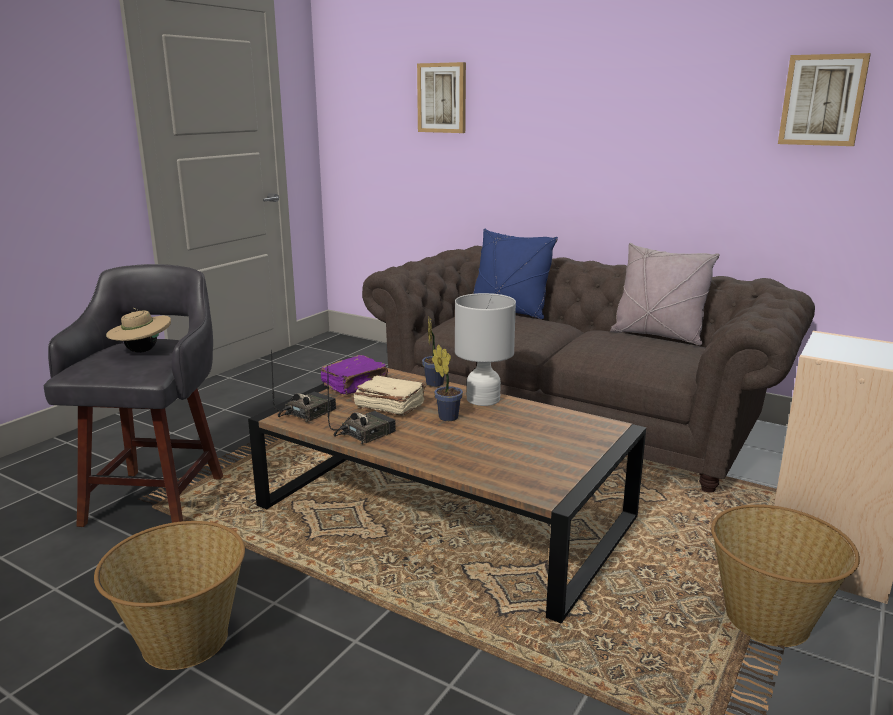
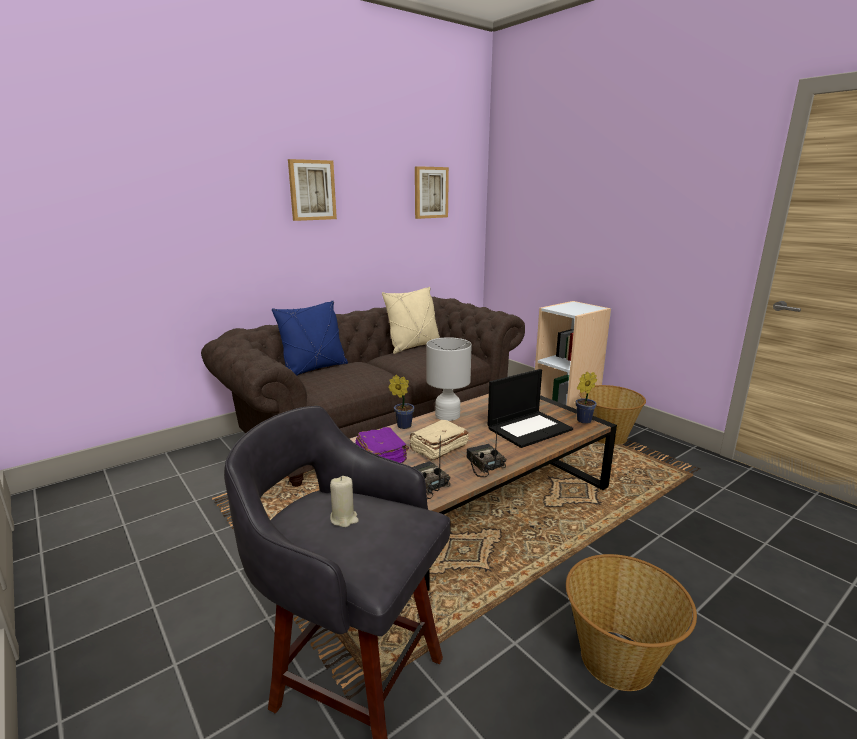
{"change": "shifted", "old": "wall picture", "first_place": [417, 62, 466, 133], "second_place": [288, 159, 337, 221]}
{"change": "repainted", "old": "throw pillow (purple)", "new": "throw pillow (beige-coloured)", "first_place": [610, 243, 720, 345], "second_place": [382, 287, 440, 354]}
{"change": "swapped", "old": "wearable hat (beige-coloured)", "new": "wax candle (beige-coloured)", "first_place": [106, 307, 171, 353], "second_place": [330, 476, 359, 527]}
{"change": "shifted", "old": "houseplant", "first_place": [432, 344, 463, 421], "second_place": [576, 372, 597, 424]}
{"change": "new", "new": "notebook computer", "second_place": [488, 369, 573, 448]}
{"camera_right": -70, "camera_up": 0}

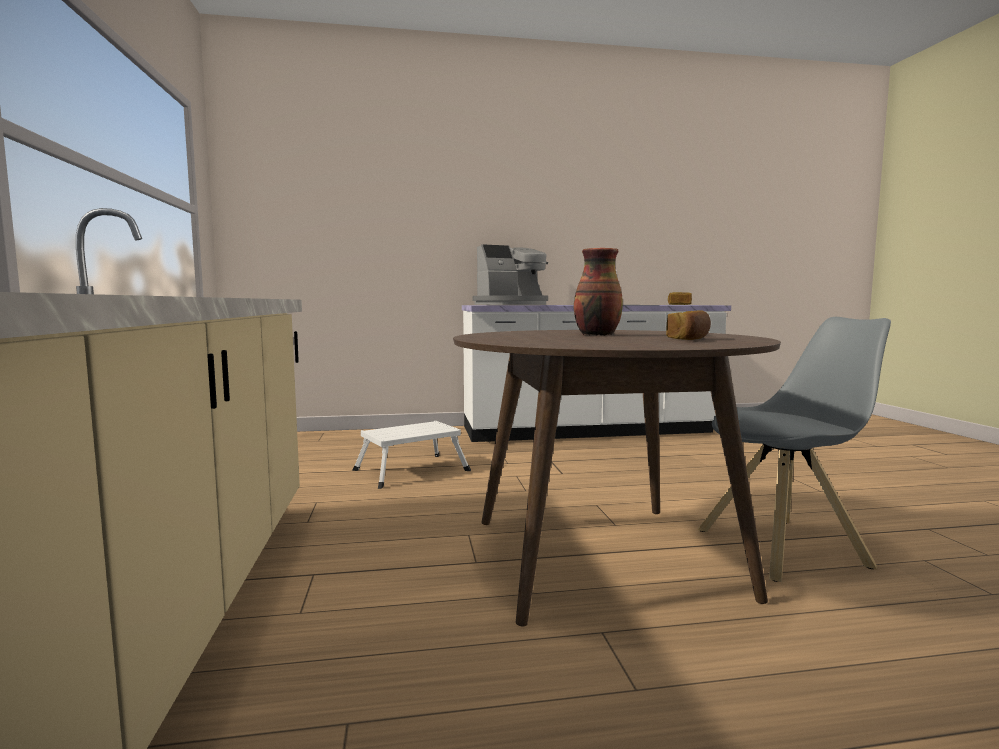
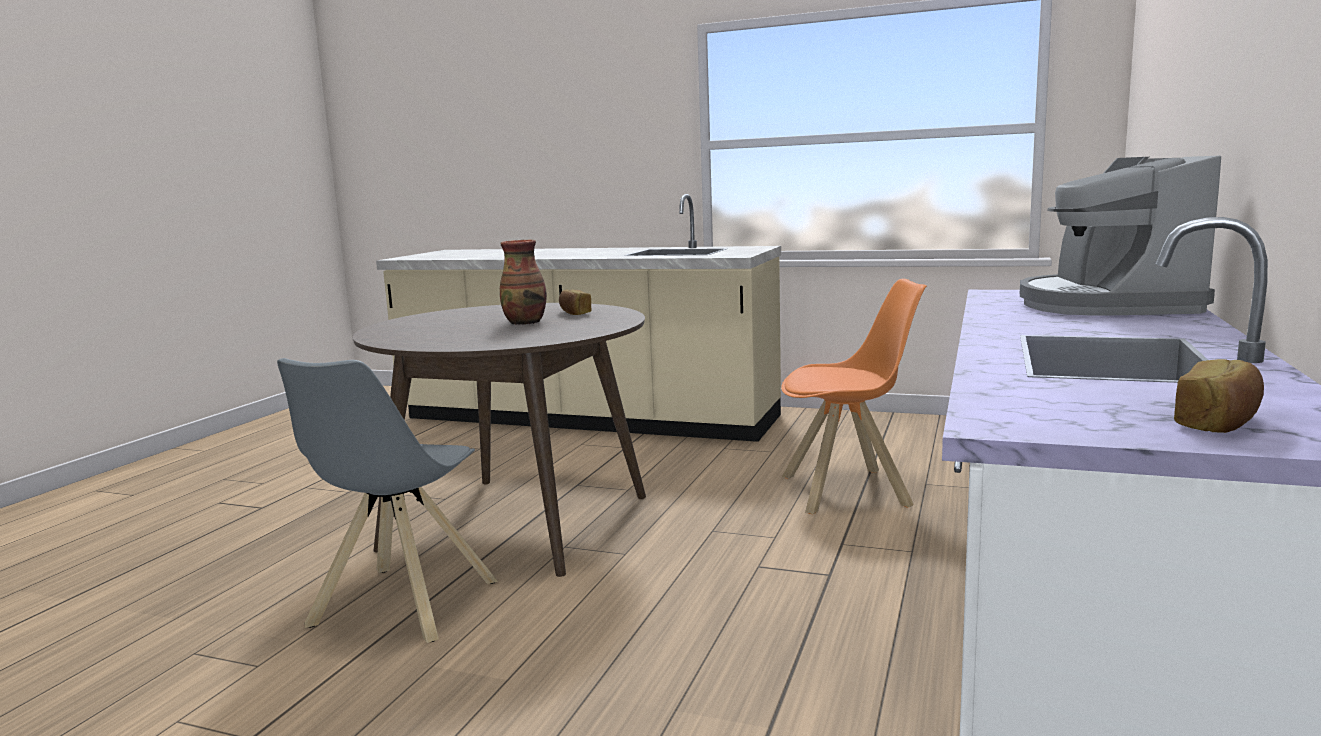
{"change": "shifted", "old": "bread", "first_place": [666, 310, 711, 340], "second_place": [559, 289, 592, 315]}
{"change": "swapped", "old": "step stool (white)", "new": "plain chair (orange)", "first_place": [352, 421, 471, 489], "second_place": [781, 279, 927, 514]}
{"camera_right": 120, "camera_up": 5}

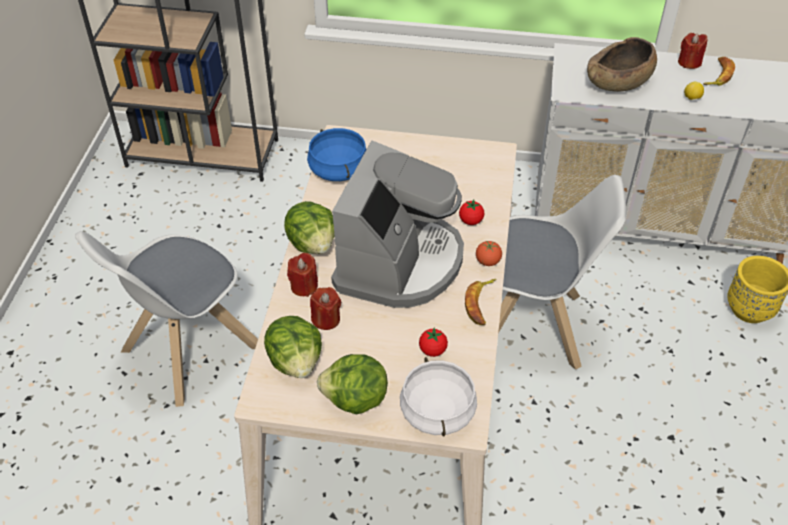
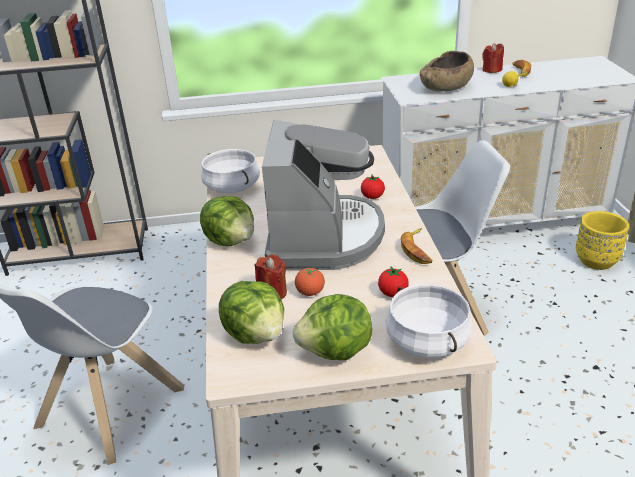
{"change": "repainted", "old": "saucepot (bluish)", "new": "saucepot (white)", "first_place": [307, 128, 366, 181], "second_place": [201, 149, 260, 193]}
{"change": "shifted", "old": "tomato", "first_place": [476, 241, 502, 266], "second_place": [295, 267, 325, 296]}
{"change": "gone", "old": "wax candle (red)", "first_place": [287, 253, 318, 297]}
{"camera_right": -15, "camera_up": -15}

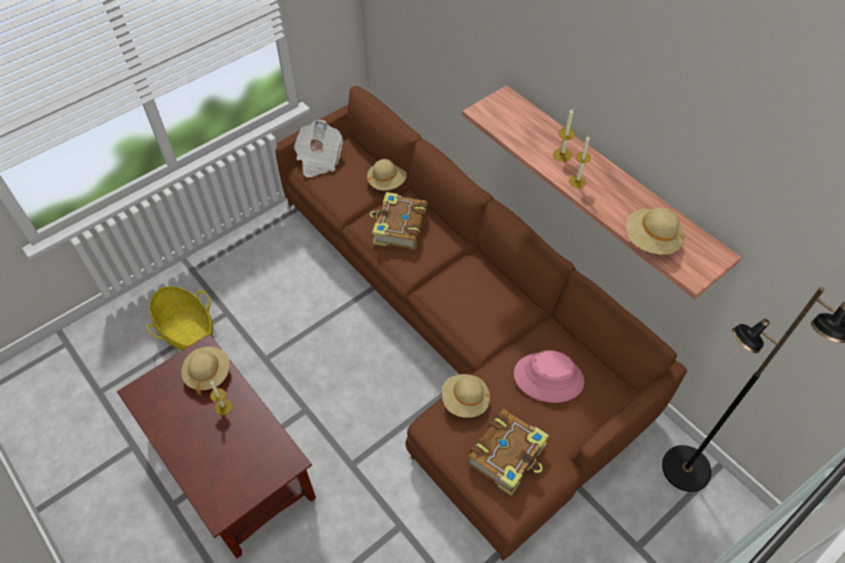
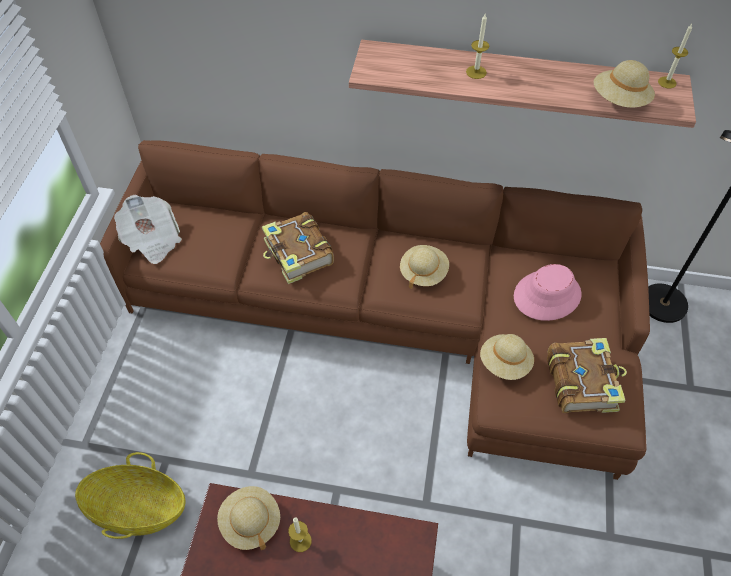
{"change": "shifted", "old": "wax candle", "first_place": [569, 136, 591, 188], "second_place": [658, 24, 692, 88]}
{"change": "shifted", "old": "wearable hat (beige-coloured)", "first_place": [367, 159, 407, 190], "second_place": [400, 245, 449, 289]}
{"camera_right": -40, "camera_up": 0}

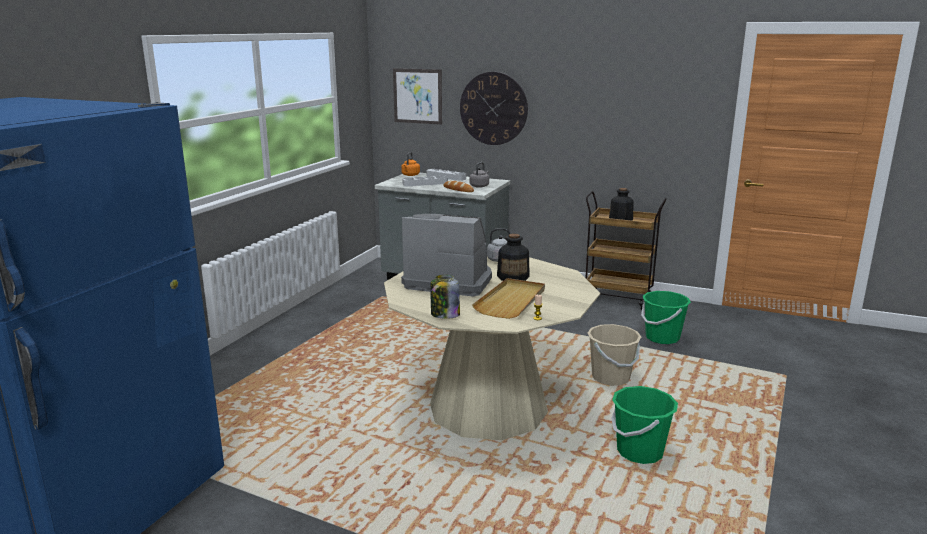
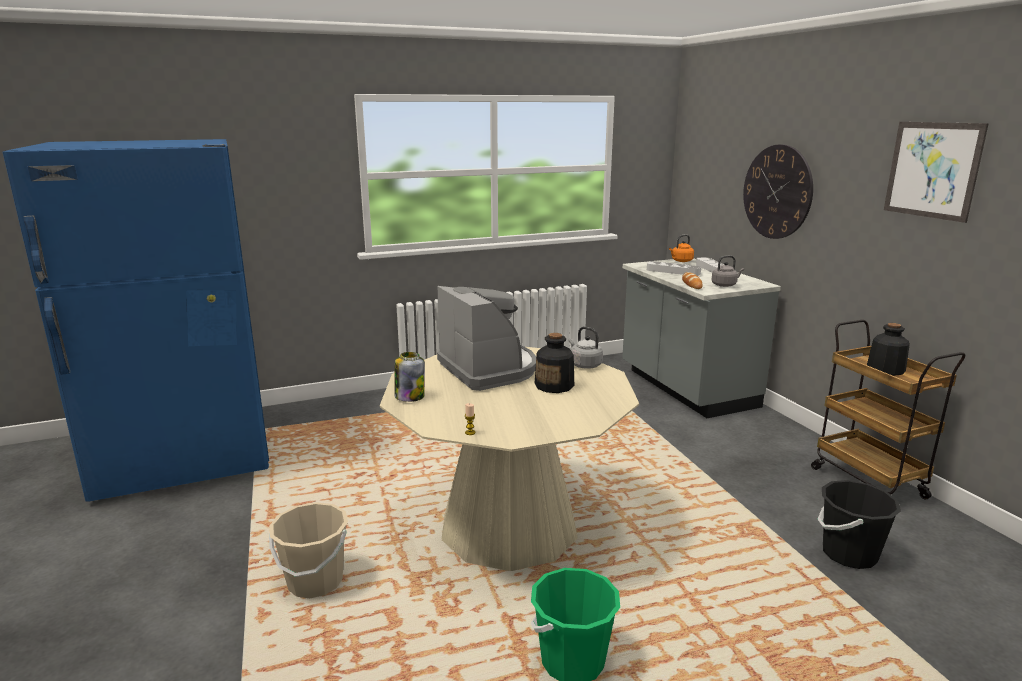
{"change": "shifted", "old": "wall picture", "first_place": [393, 68, 442, 125], "second_place": [884, 122, 989, 223]}
{"change": "gone", "old": "carrying tray (beige-coloured)", "first_place": [472, 278, 545, 319]}
{"change": "repainted", "old": "bucket (green)", "new": "bucket (blackish)", "first_place": [641, 291, 691, 344], "second_place": [818, 480, 901, 569]}
{"change": "shifted", "old": "bucket (beige-coloured)", "first_place": [588, 324, 641, 386], "second_place": [269, 502, 348, 598]}
{"camera_right": 45, "camera_up": 0}

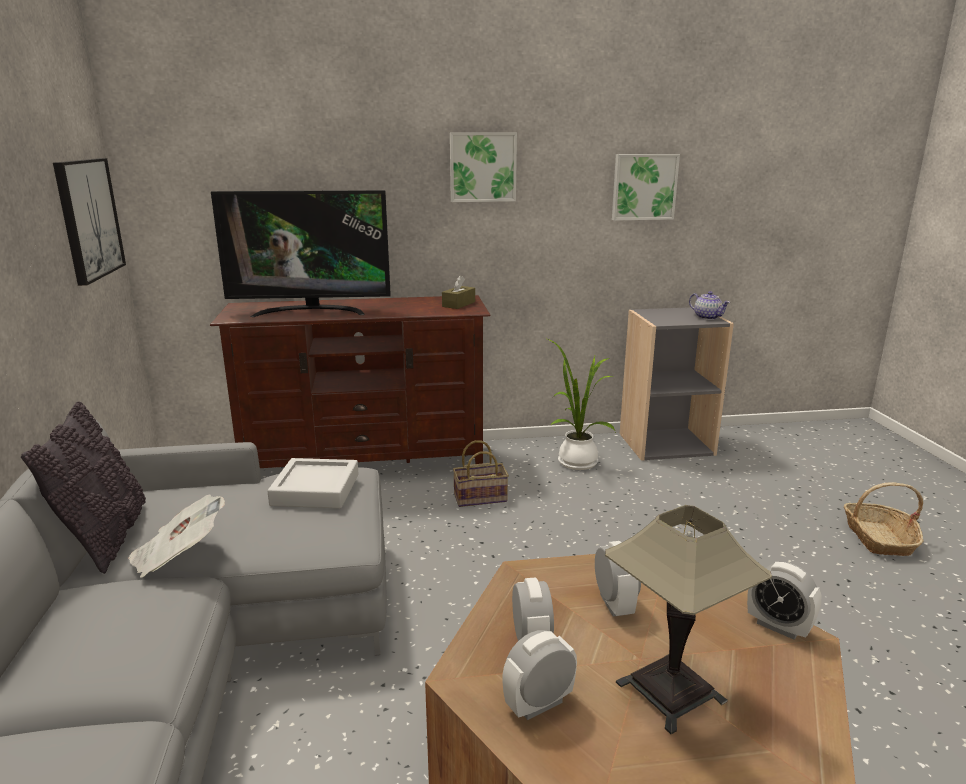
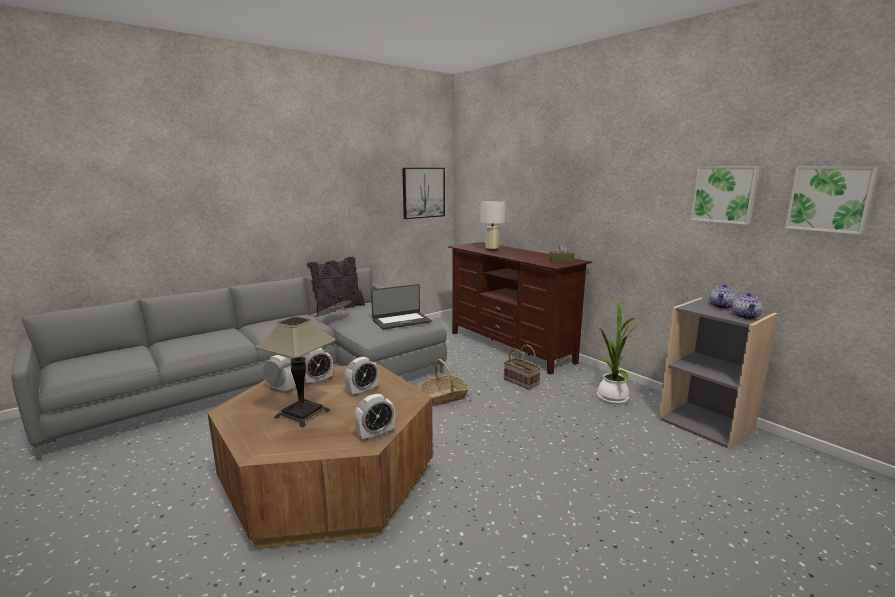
{"change": "shifted", "old": "wall picture", "first_place": [450, 133, 517, 202], "second_place": [785, 166, 879, 235]}
{"change": "swapped", "old": "TV set", "new": "lamp for a table (white)", "first_place": [211, 190, 391, 317], "second_place": [480, 201, 506, 251]}
{"change": "swapped", "old": "carrying tray (gray)", "new": "notebook computer", "first_place": [267, 458, 358, 508], "second_place": [371, 284, 432, 330]}
{"change": "shifted", "old": "household basket", "first_place": [844, 482, 924, 556], "second_place": [418, 359, 469, 406]}
{"change": "rotated", "old": "bedside clock", "first_place": [747, 562, 821, 640], "second_place": [354, 394, 395, 441], "degrees": -135}
{"change": "new", "new": "pot for tea", "second_place": [709, 284, 737, 309]}
{"camera_right": 60, "camera_up": -5}

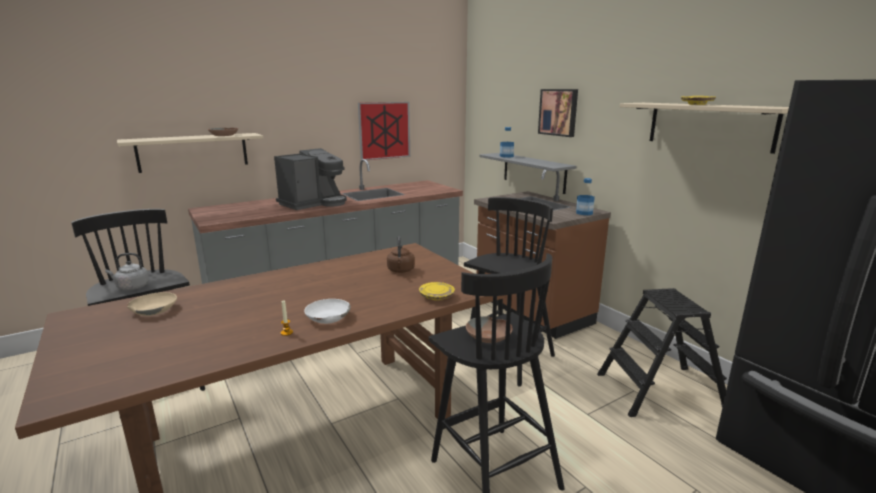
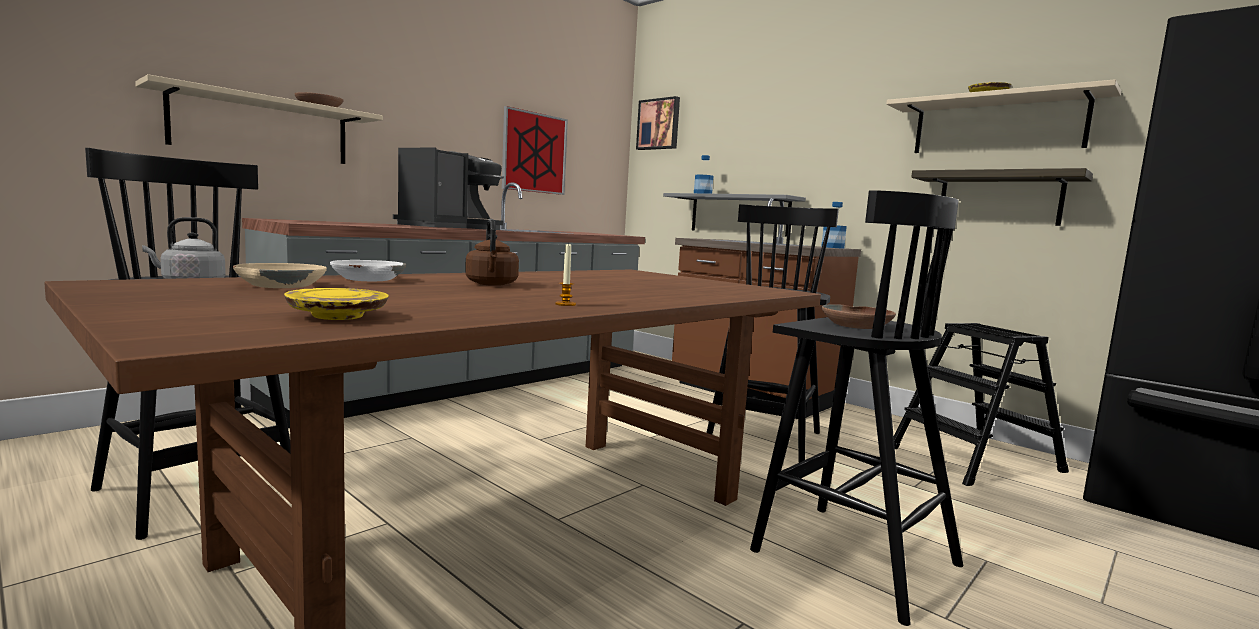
{"change": "shifted", "old": "wall picture", "first_place": [538, 89, 578, 137], "second_place": [636, 96, 680, 150]}
{"change": "shifted", "old": "water kettle (brownish)", "first_place": [387, 236, 415, 273], "second_place": [465, 219, 519, 286]}
{"change": "shifted", "old": "flat dish (yellow)", "first_place": [419, 282, 455, 300], "second_place": [284, 288, 389, 320]}
{"change": "shifted", "old": "bowl (white)", "first_place": [304, 299, 351, 324], "second_place": [330, 260, 406, 281]}
{"change": "new", "new": "shelf", "second_place": [911, 168, 1093, 226]}
{"camera_right": -15, "camera_up": -10}

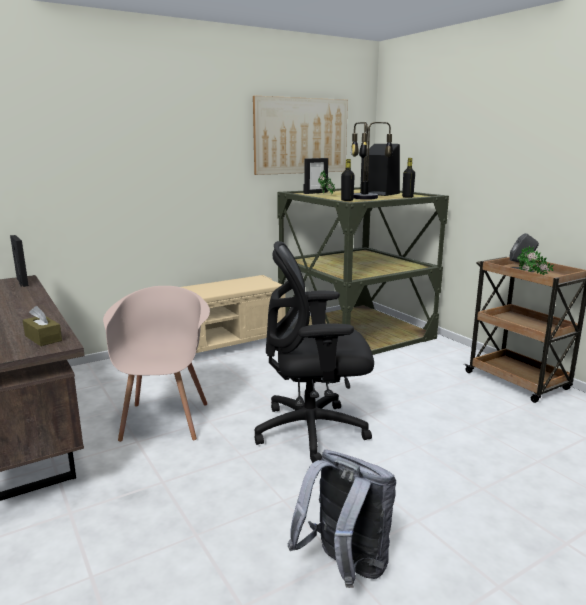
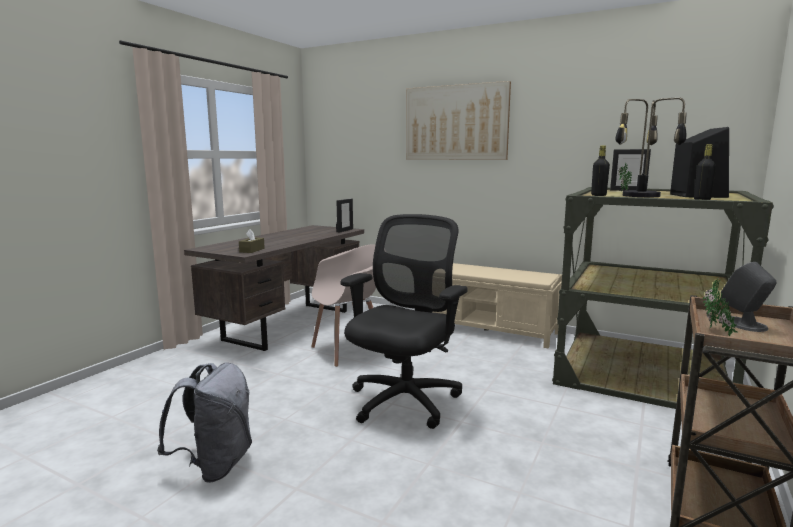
{"change": "shifted", "old": "wall picture", "first_place": [253, 96, 348, 175], "second_place": [406, 81, 511, 160]}
{"change": "rotated", "old": "computer chair (blackish)", "first_place": [255, 241, 374, 463], "second_place": [340, 214, 468, 429], "degrees": 60}
{"camera_right": 60, "camera_up": -5}

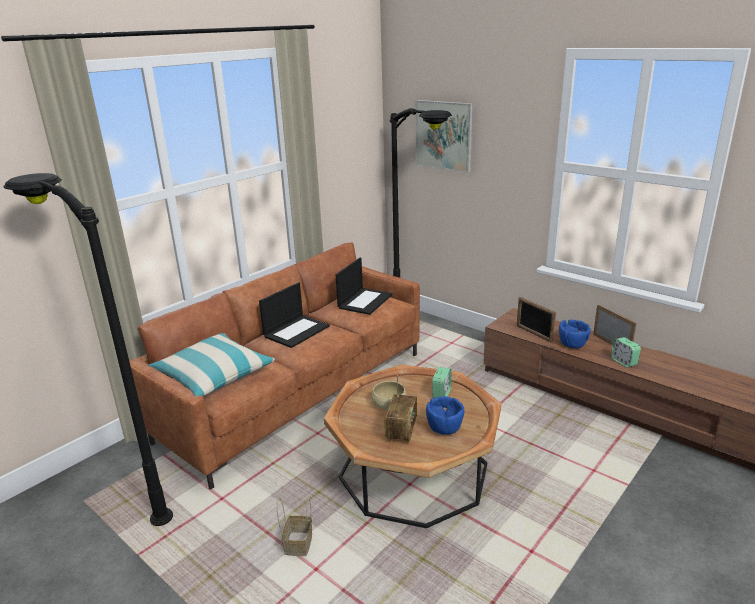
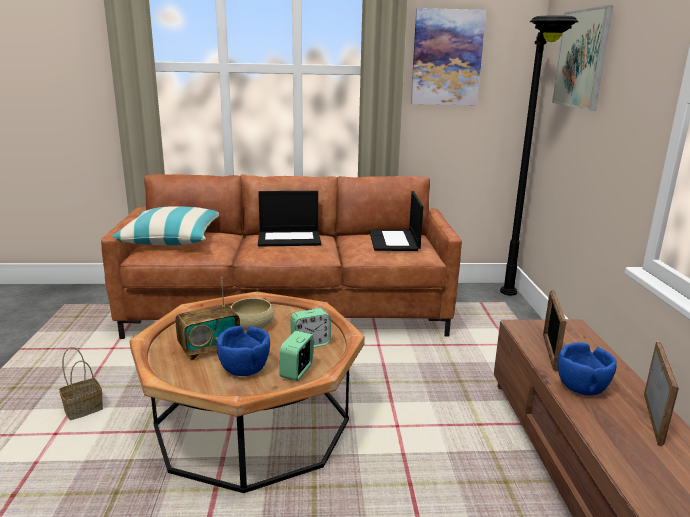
{"change": "gone", "old": "standing lamp (blackish)", "first_place": [3, 173, 173, 526]}
{"change": "rotated", "old": "notebook computer", "first_place": [336, 258, 392, 315], "second_place": [369, 191, 424, 251], "degrees": 105}
{"change": "shifted", "old": "bedside clock", "first_place": [611, 337, 641, 368], "second_place": [279, 331, 314, 381]}
{"change": "new", "new": "wall picture", "second_place": [411, 8, 486, 105]}
{"camera_right": 45, "camera_up": -5}

